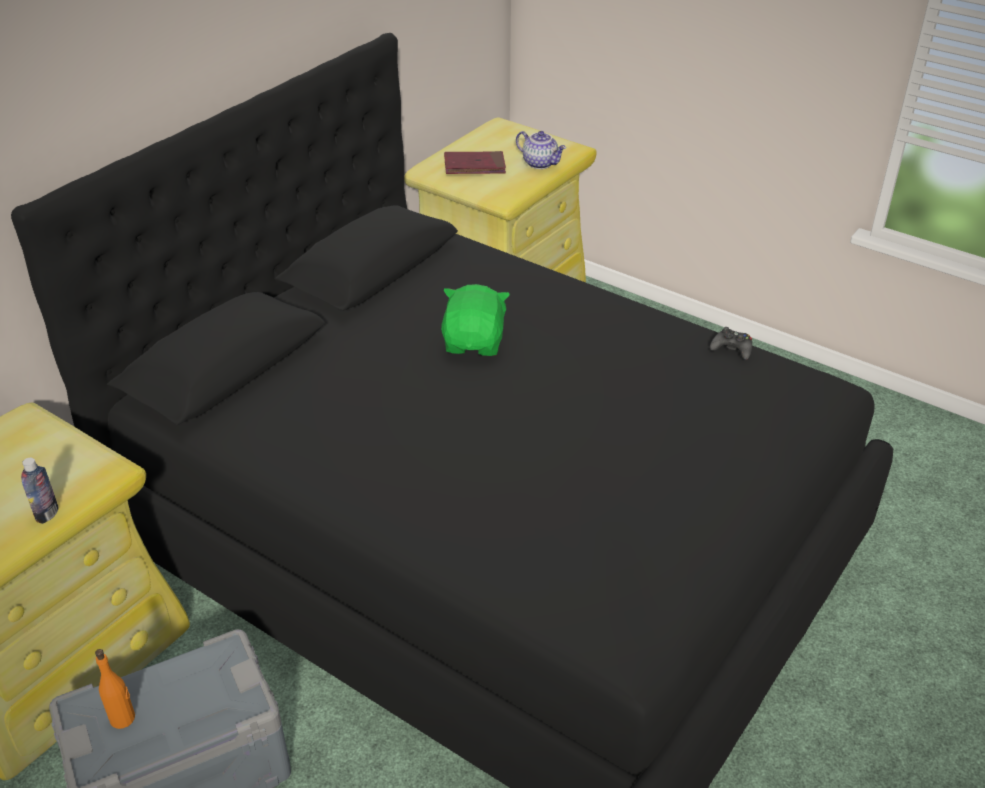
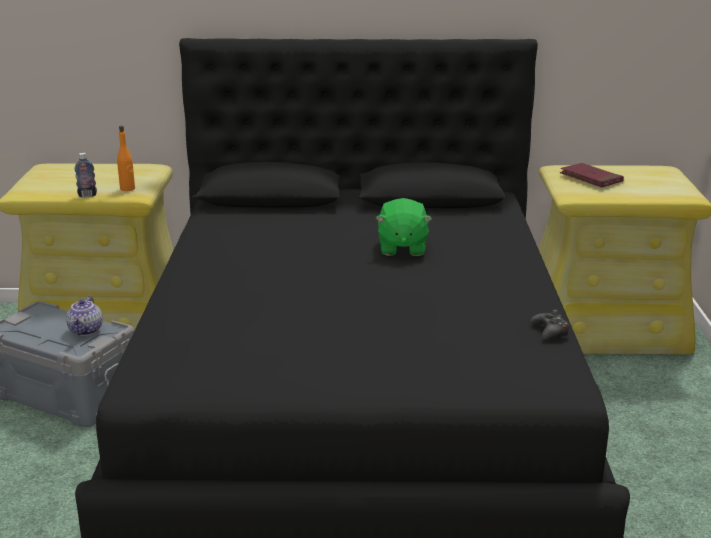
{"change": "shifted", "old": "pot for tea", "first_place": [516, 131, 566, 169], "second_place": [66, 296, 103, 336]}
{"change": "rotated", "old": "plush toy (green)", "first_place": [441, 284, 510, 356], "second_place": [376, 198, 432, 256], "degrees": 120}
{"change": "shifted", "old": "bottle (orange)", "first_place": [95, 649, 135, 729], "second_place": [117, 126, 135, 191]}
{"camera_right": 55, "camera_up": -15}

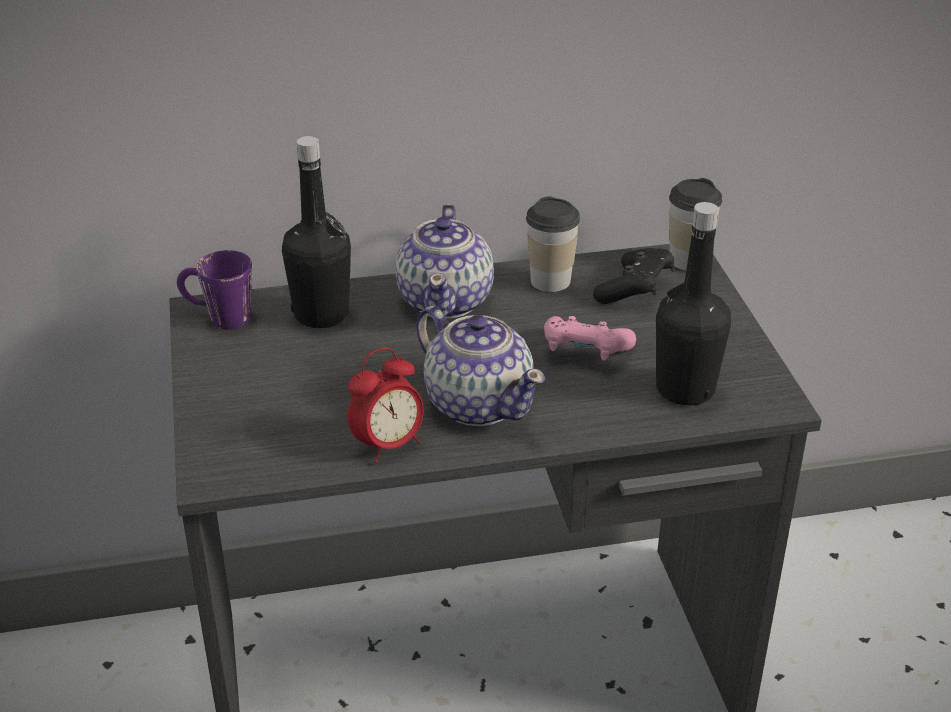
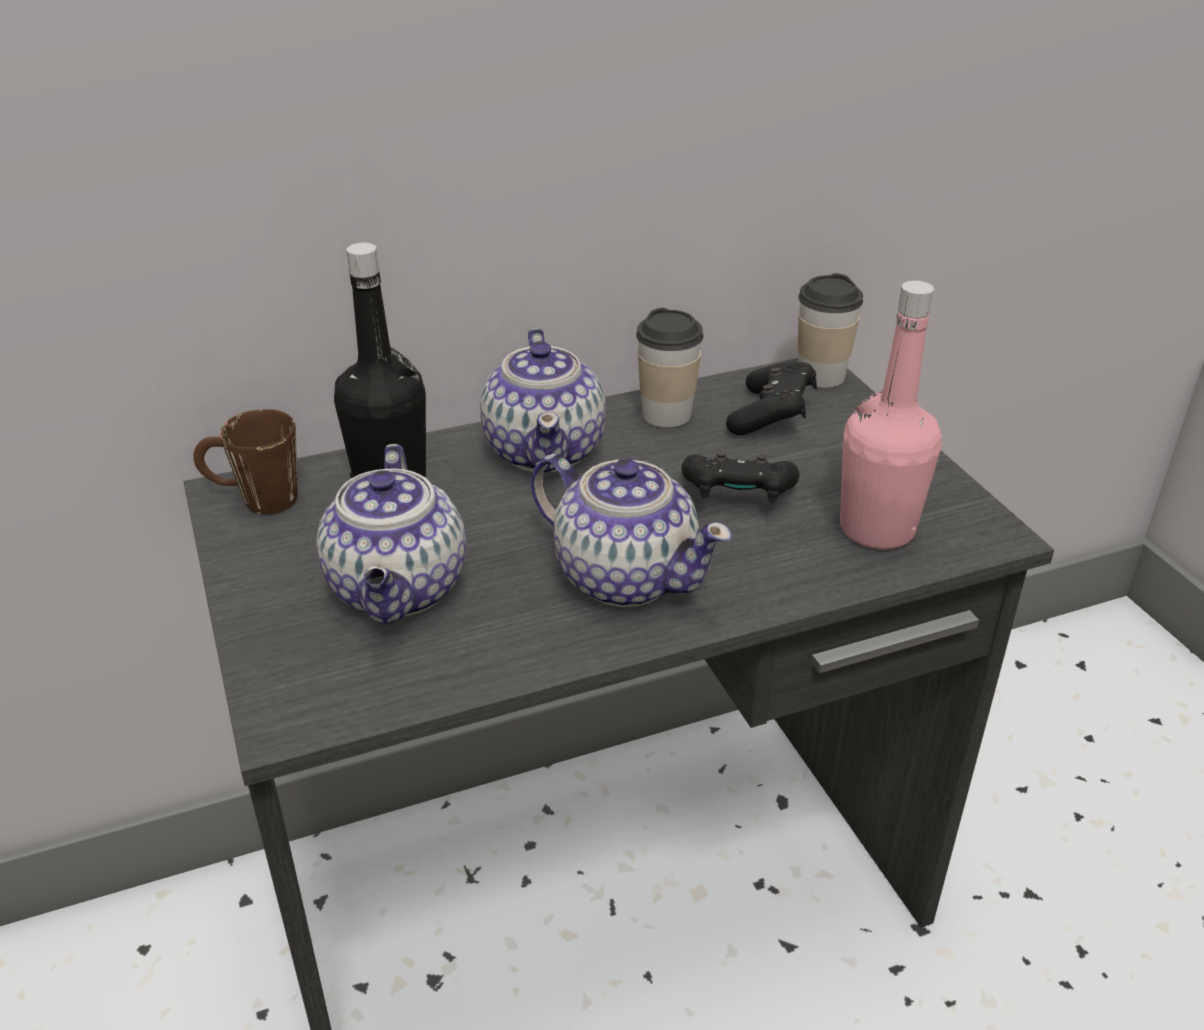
{"change": "repainted", "old": "bottle (blackish)", "new": "bottle (pink)", "first_place": [656, 202, 731, 405], "second_place": [840, 281, 942, 549]}
{"change": "repainted", "old": "mug (purple)", "new": "mug (brownish)", "first_place": [177, 250, 252, 330], "second_place": [193, 409, 297, 514]}
{"change": "repainted", "old": "joypad (pink)", "new": "joypad (blackish)", "first_place": [544, 316, 636, 360], "second_place": [682, 452, 799, 503]}
{"change": "gone", "old": "bedside clock", "first_place": [347, 348, 424, 463]}
{"change": "new", "new": "pot for tea", "second_place": [316, 444, 466, 624]}
{"camera_right": -10, "camera_up": 0}

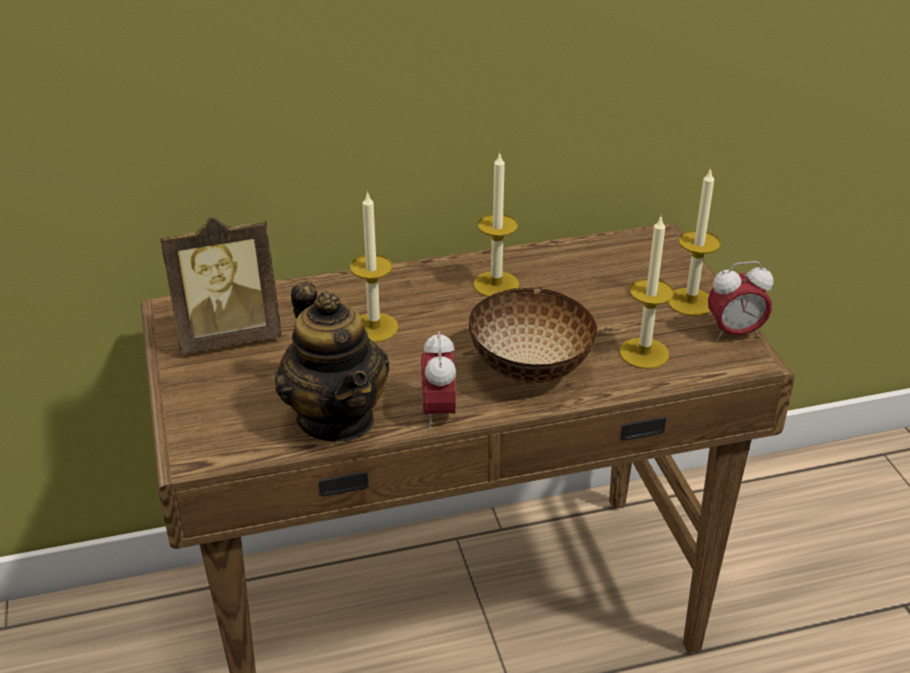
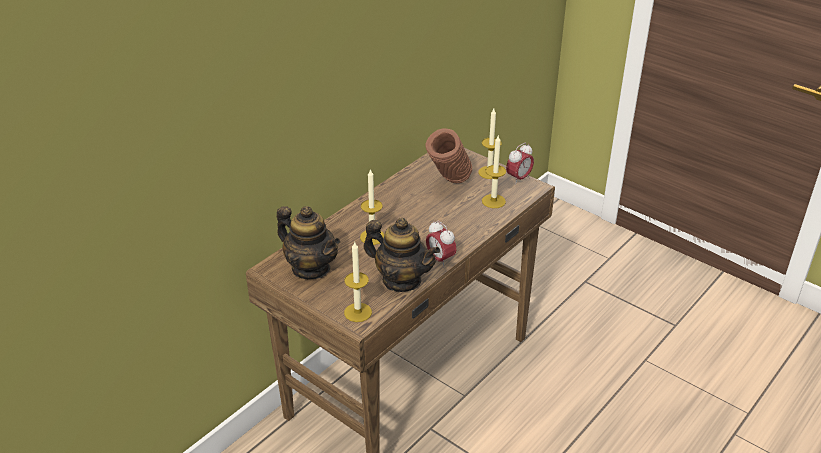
{"change": "shifted", "old": "wax candle", "first_place": [473, 152, 519, 297], "second_place": [344, 242, 372, 322]}
{"change": "swapped", "old": "photo frame", "new": "pot for tea", "first_place": [160, 217, 281, 354], "second_place": [277, 206, 340, 279]}
{"change": "gone", "old": "bowl", "first_place": [469, 288, 597, 384]}
{"change": "new", "new": "vase (brownish)", "second_place": [425, 128, 472, 183]}
{"camera_right": -35, "camera_up": 0}

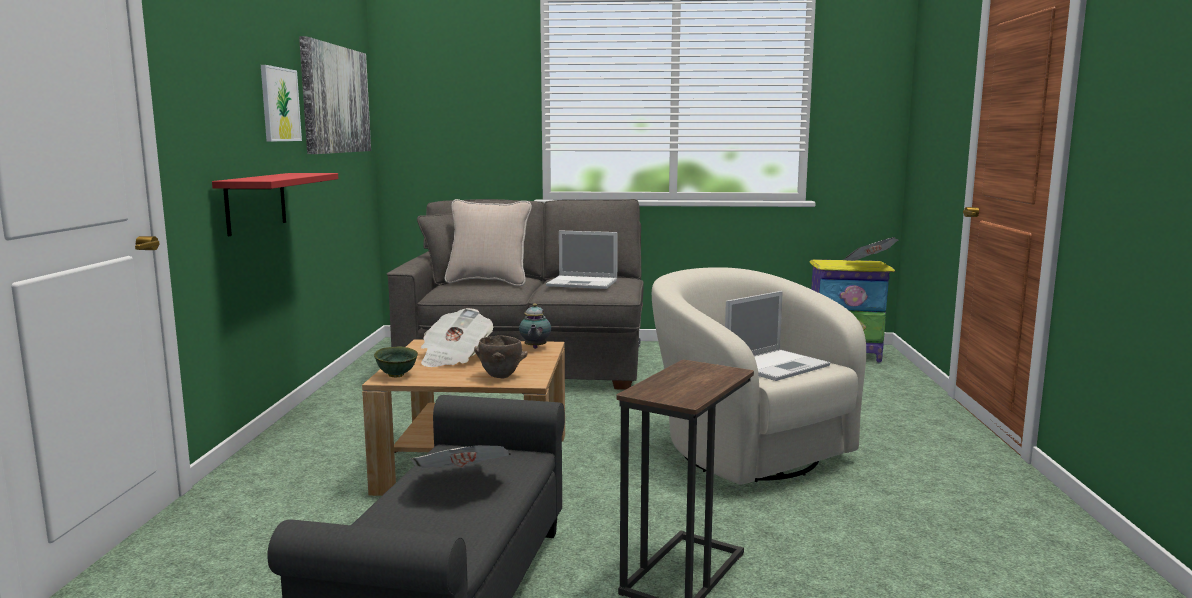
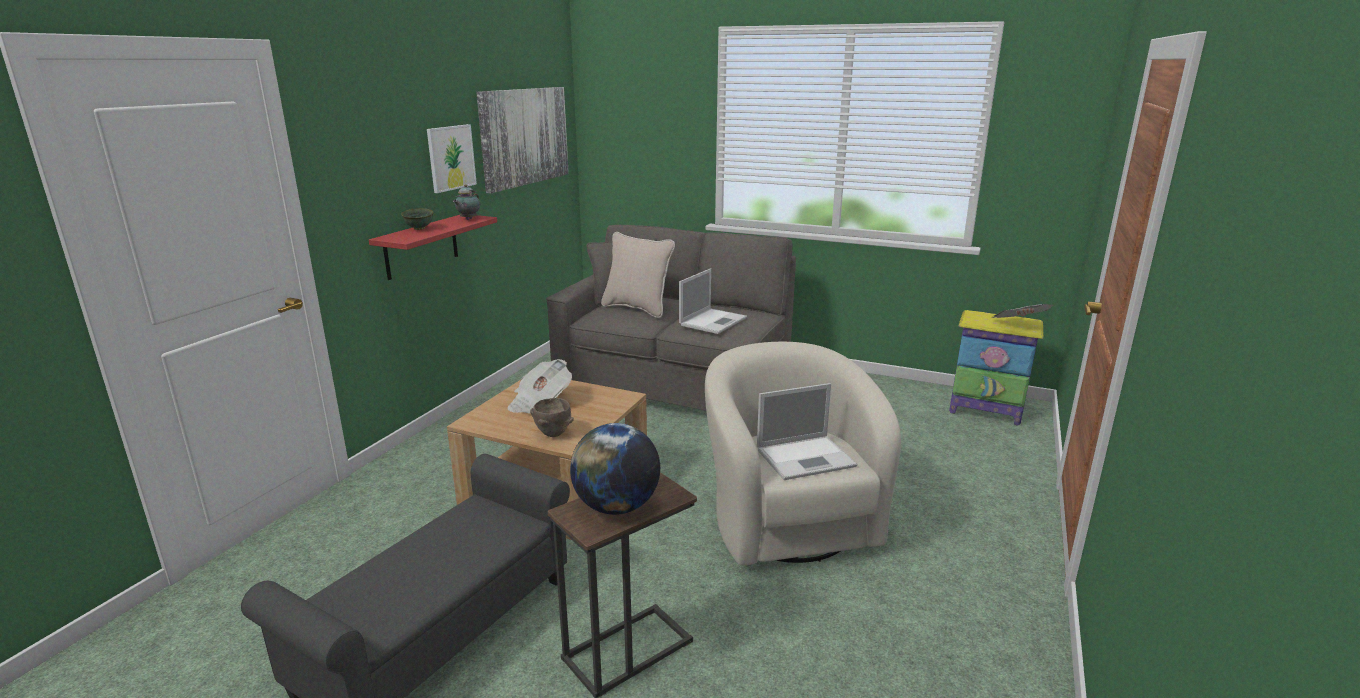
{"change": "rotated", "old": "notebook computer", "first_place": [546, 230, 618, 289], "second_place": [679, 269, 747, 334], "degrees": -90}
{"change": "shifted", "old": "pot for tea", "first_place": [519, 303, 551, 349], "second_place": [453, 184, 480, 220]}
{"change": "shifted", "old": "bowl (green)", "first_place": [374, 346, 418, 377], "second_place": [401, 208, 434, 230]}
{"change": "gone", "old": "newspaper", "first_place": [410, 445, 512, 468]}
{"change": "new", "new": "globe", "second_place": [570, 423, 660, 515]}
{"camera_right": 20, "camera_up": 10}

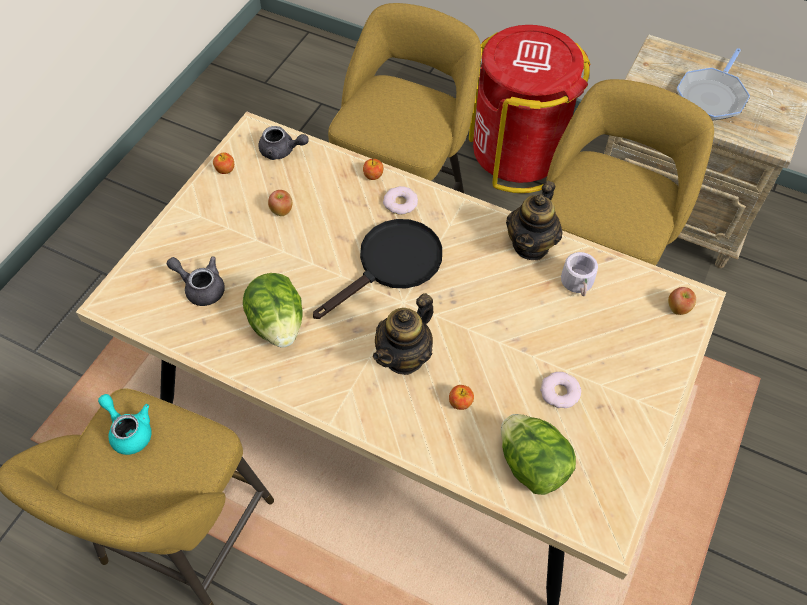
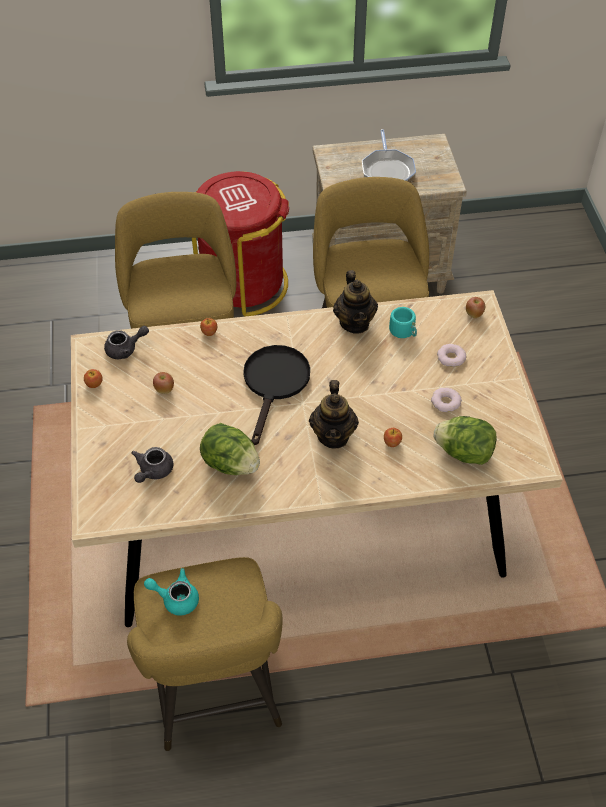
{"change": "shifted", "old": "ring doughnut", "first_place": [383, 186, 418, 215], "second_place": [437, 344, 466, 367]}
{"change": "repainted", "old": "mug (gray)", "new": "mug (blue-green)", "first_place": [561, 252, 598, 296], "second_place": [389, 307, 417, 338]}
{"change": "rotated", "old": "pot for tea (gray)", "first_place": [166, 256, 225, 306], "second_place": [131, 447, 173, 483], "degrees": -60}
{"camera_right": -35, "camera_up": -5}

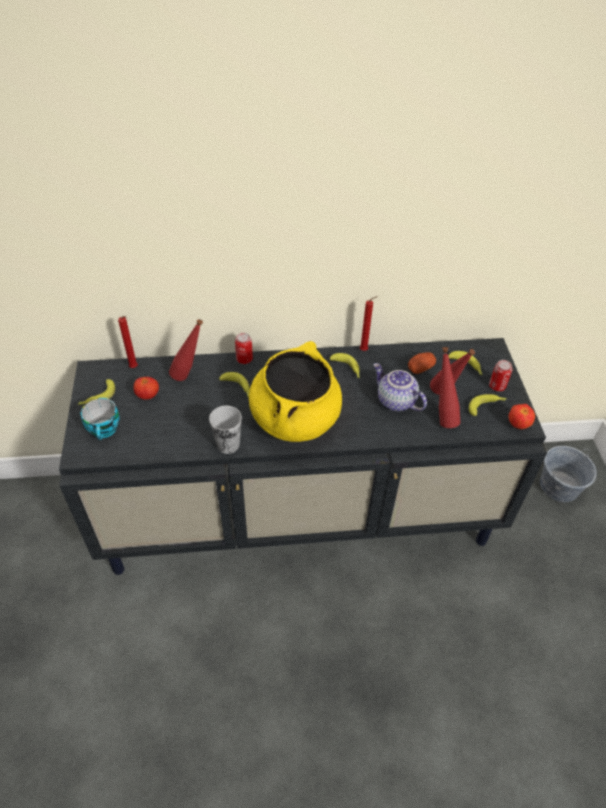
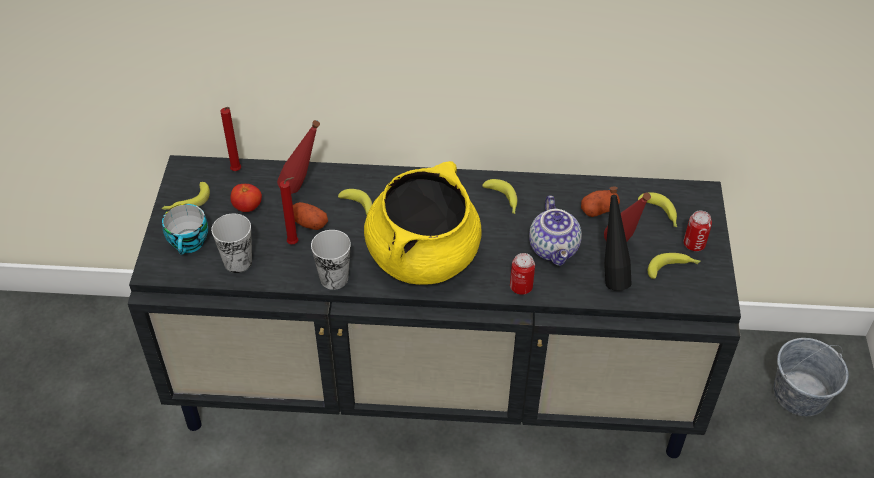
{"change": "shifted", "old": "wax candle (red)", "first_place": [360, 296, 378, 351], "second_place": [280, 177, 298, 244]}
{"change": "shifted", "old": "sealed can", "first_place": [235, 333, 253, 364], "second_place": [510, 253, 535, 295]}
{"change": "repainted", "old": "bottle (red)", "new": "bottle (blackish)", "first_place": [439, 347, 460, 428], "second_place": [604, 186, 632, 291]}
{"change": "rotated", "old": "pot for tea", "first_place": [373, 363, 427, 411], "second_place": [529, 195, 582, 266], "degrees": -150}
{"change": "gone", "old": "whole apple", "first_place": [509, 404, 535, 429]}
{"change": "new", "new": "potato", "second_place": [293, 202, 328, 230]}
{"change": "new", "new": "drinking cup", "second_place": [211, 213, 252, 273]}
{"camera_right": 10, "camera_up": 0}

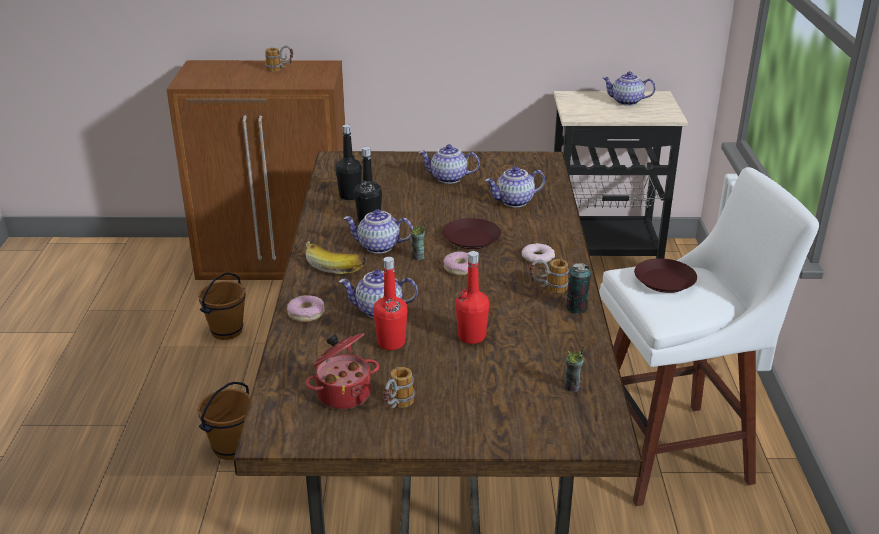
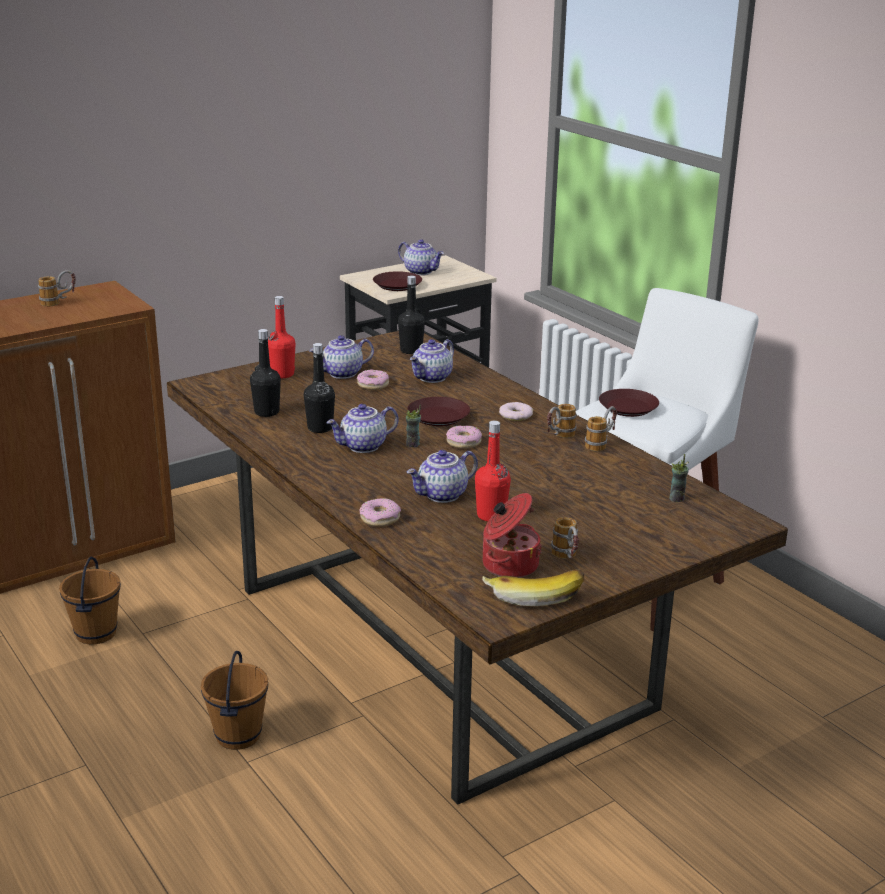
{"change": "rotated", "old": "pot for tea", "first_place": [602, 71, 656, 106], "second_place": [398, 239, 444, 275], "degrees": -120}
{"change": "shifted", "old": "whole banana", "first_place": [306, 241, 366, 274], "second_place": [482, 570, 584, 606]}
{"change": "shifted", "old": "bottle (red)", "first_place": [455, 251, 489, 344], "second_place": [268, 296, 296, 378]}
{"change": "swapped", "old": "sealed can", "new": "mug", "first_place": [566, 263, 591, 314], "second_place": [585, 406, 617, 451]}
{"change": "new", "new": "flat dish (brownish)", "second_place": [373, 271, 422, 291]}
{"change": "new", "new": "bottle (blackish)", "second_place": [398, 275, 425, 354]}
{"change": "new", "new": "ring doughnut", "second_place": [357, 369, 389, 390]}
{"camera_right": -35, "camera_up": -5}

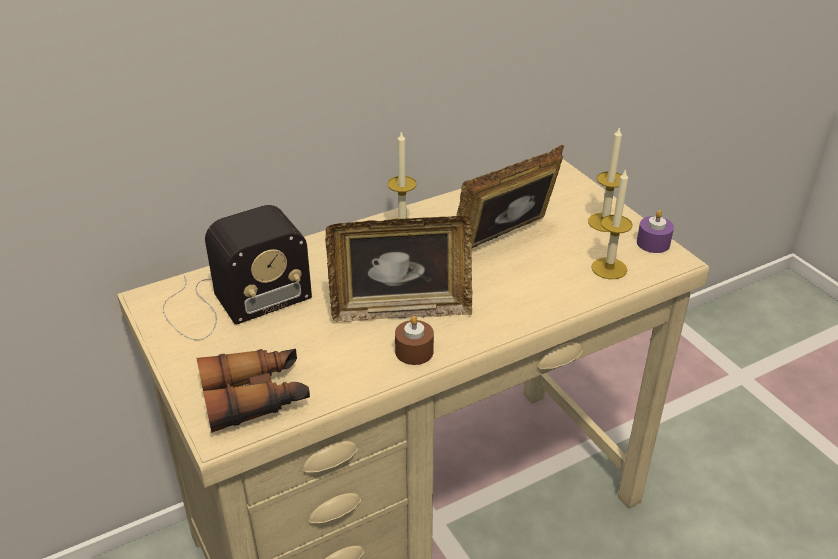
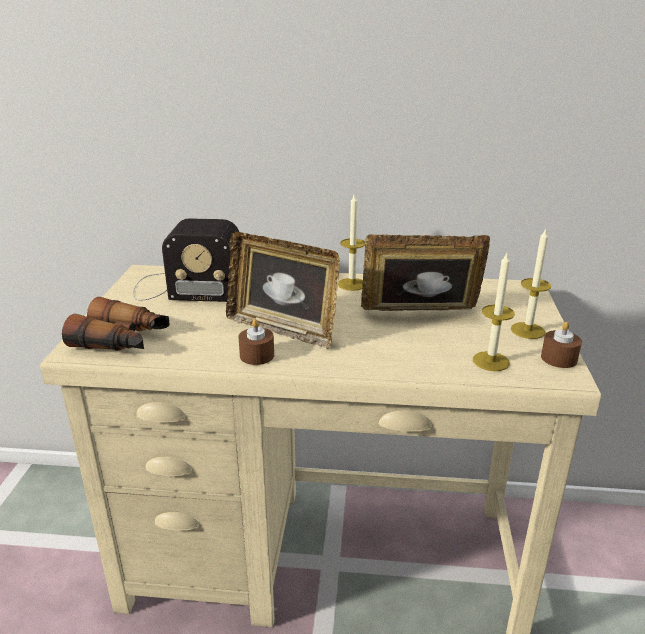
{"change": "repainted", "old": "wax candle (purple)", "new": "wax candle (brownish)", "first_place": [637, 210, 674, 253], "second_place": [541, 322, 582, 368]}
{"camera_right": 35, "camera_up": -10}

